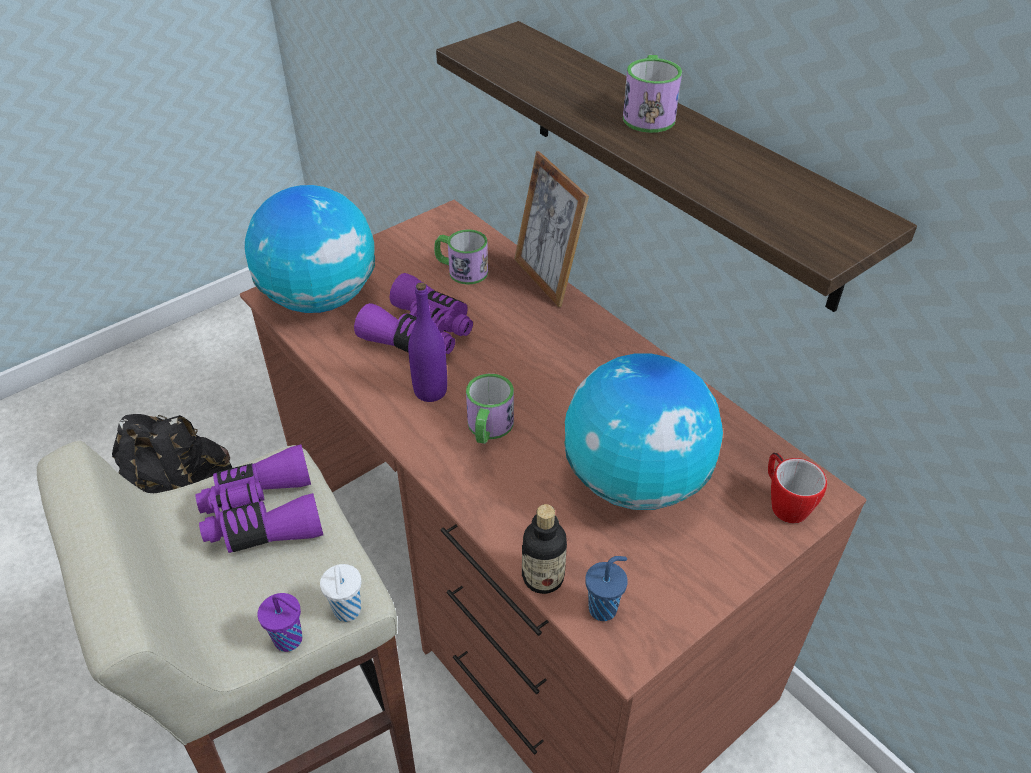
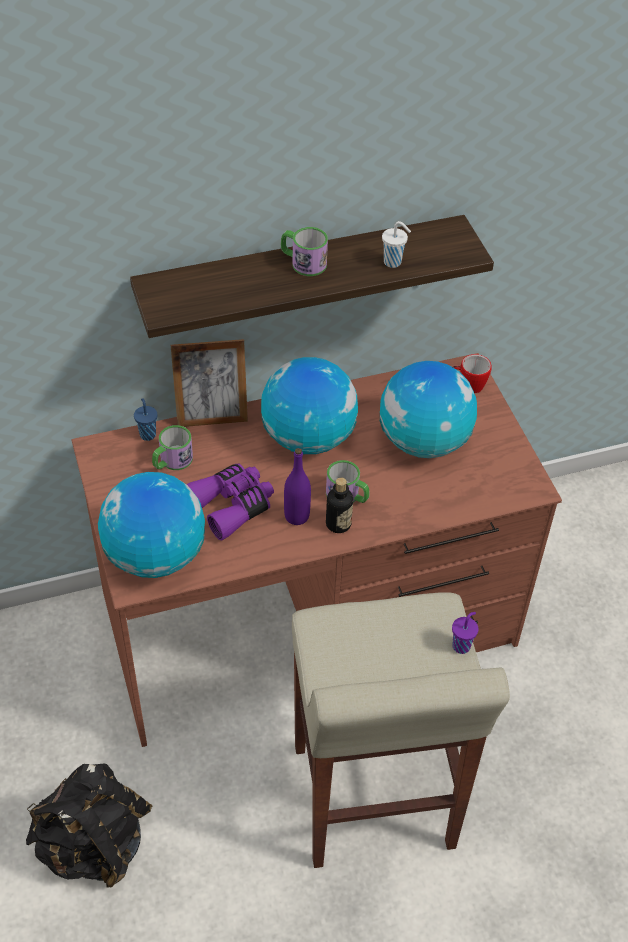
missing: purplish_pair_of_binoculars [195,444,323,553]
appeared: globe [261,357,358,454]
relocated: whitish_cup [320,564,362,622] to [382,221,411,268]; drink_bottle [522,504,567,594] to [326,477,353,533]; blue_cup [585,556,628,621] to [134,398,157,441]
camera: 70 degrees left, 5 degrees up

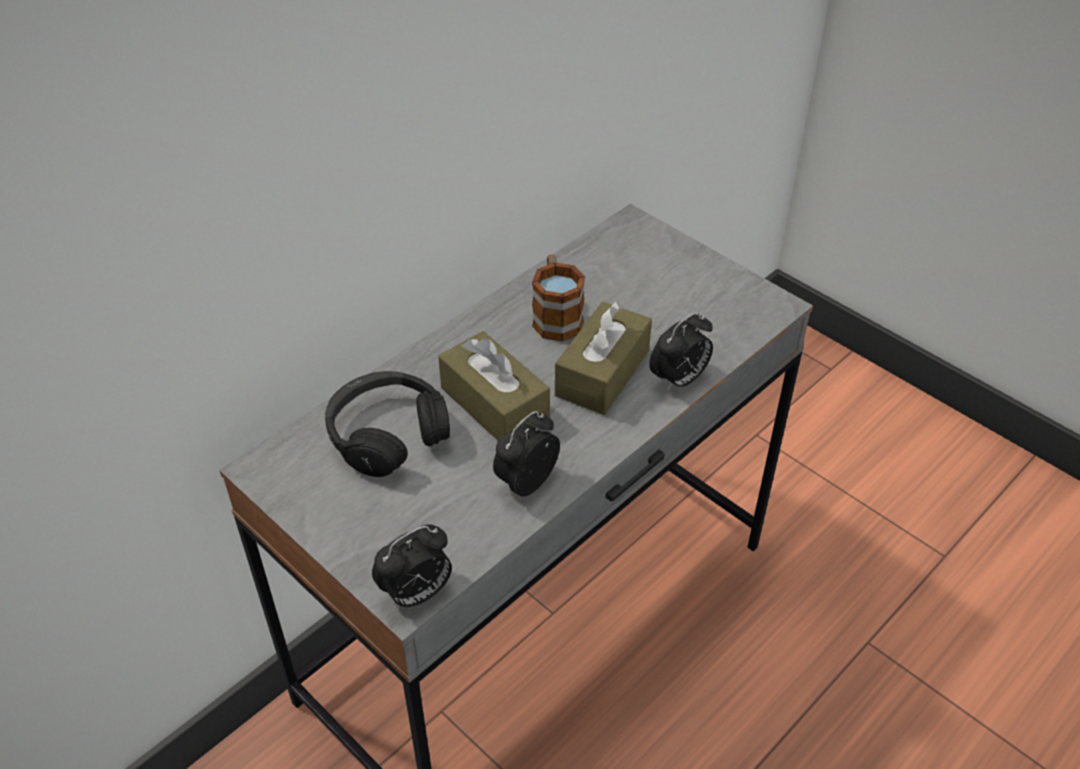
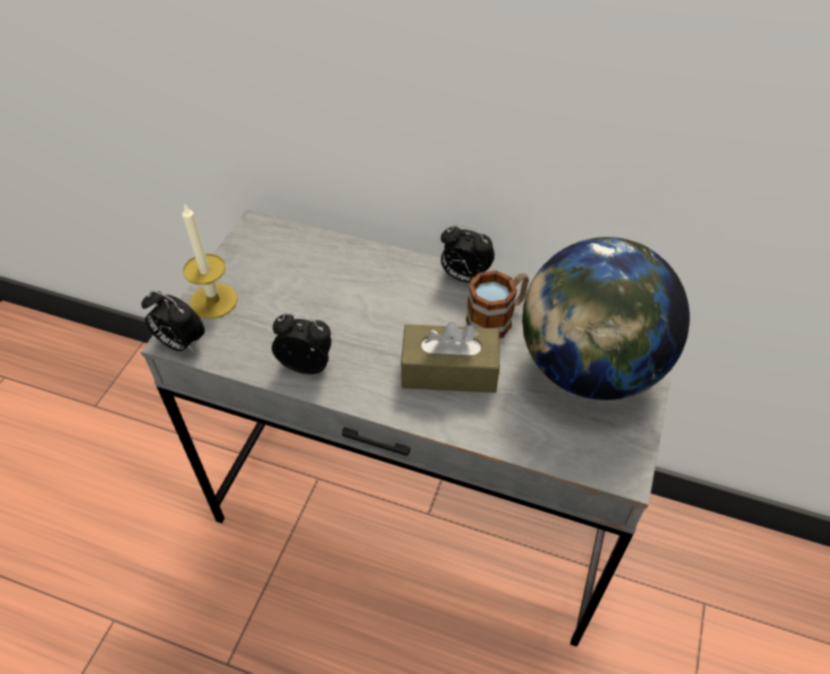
missing: blackish_pair_of_headphones [325,371,450,477]; brownish_tissue_box [438,331,550,441]
appeared: candle [182,203,238,319]; globe [522,237,690,400]
relocated: bedside_clock [649,312,713,392] to [441,224,495,283]
camera: 65 degrees right, 5 degrees up

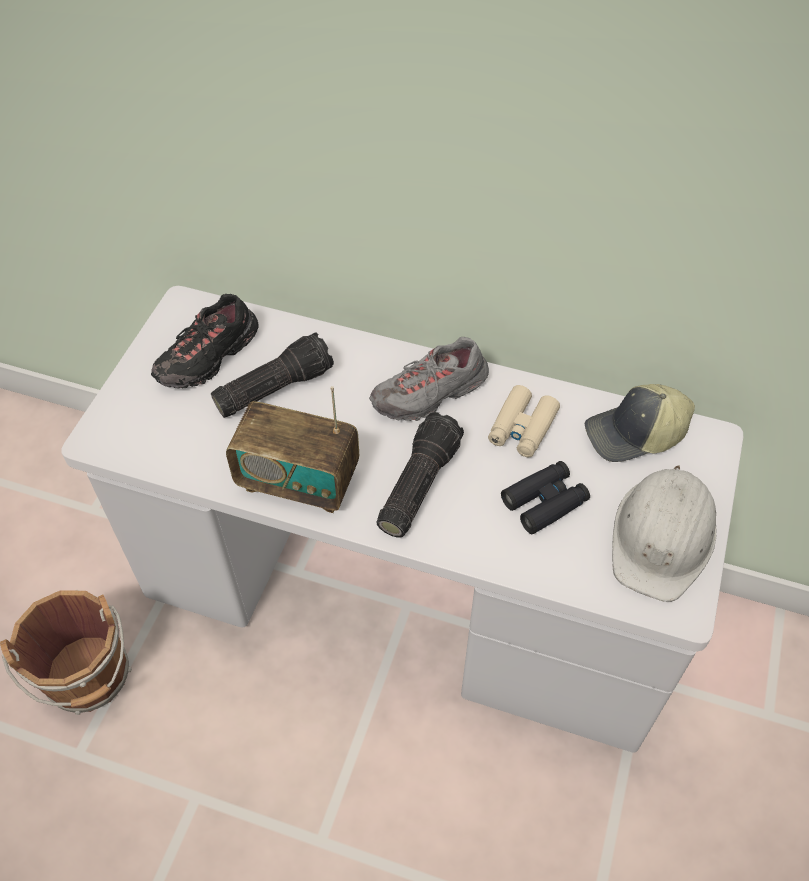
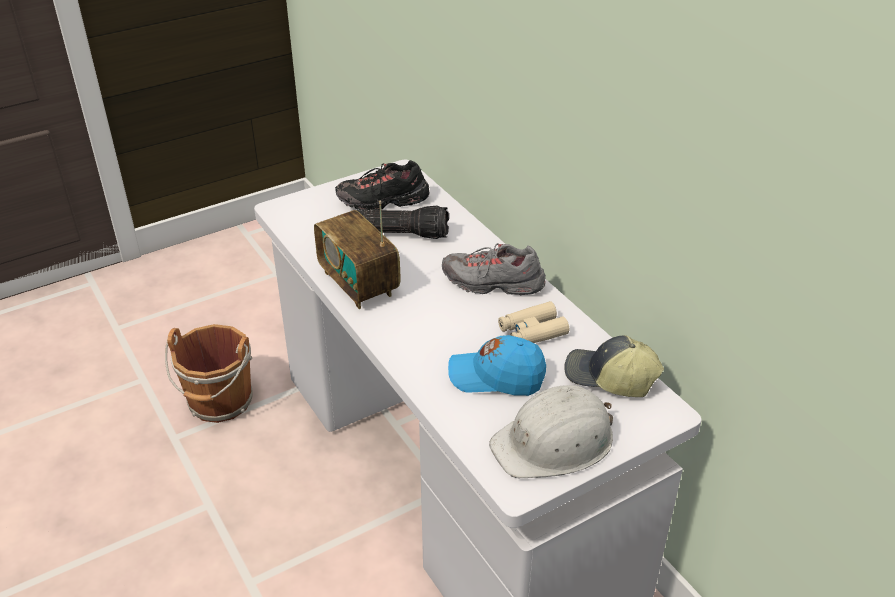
missing: torch [376,412,464,538]
exchanged: blackish_pair_of_binoculars [501,461,590,534] to blue_baseball_cap [448,335,546,396]
camera: 40 degrees right, 15 degrees down

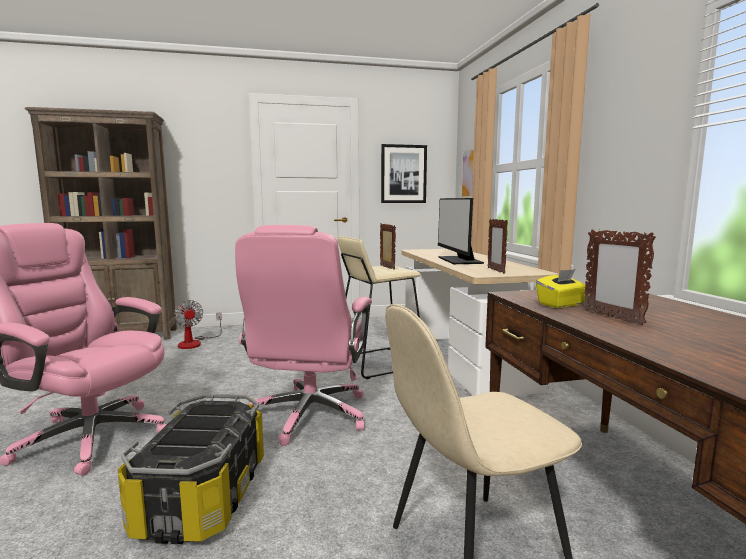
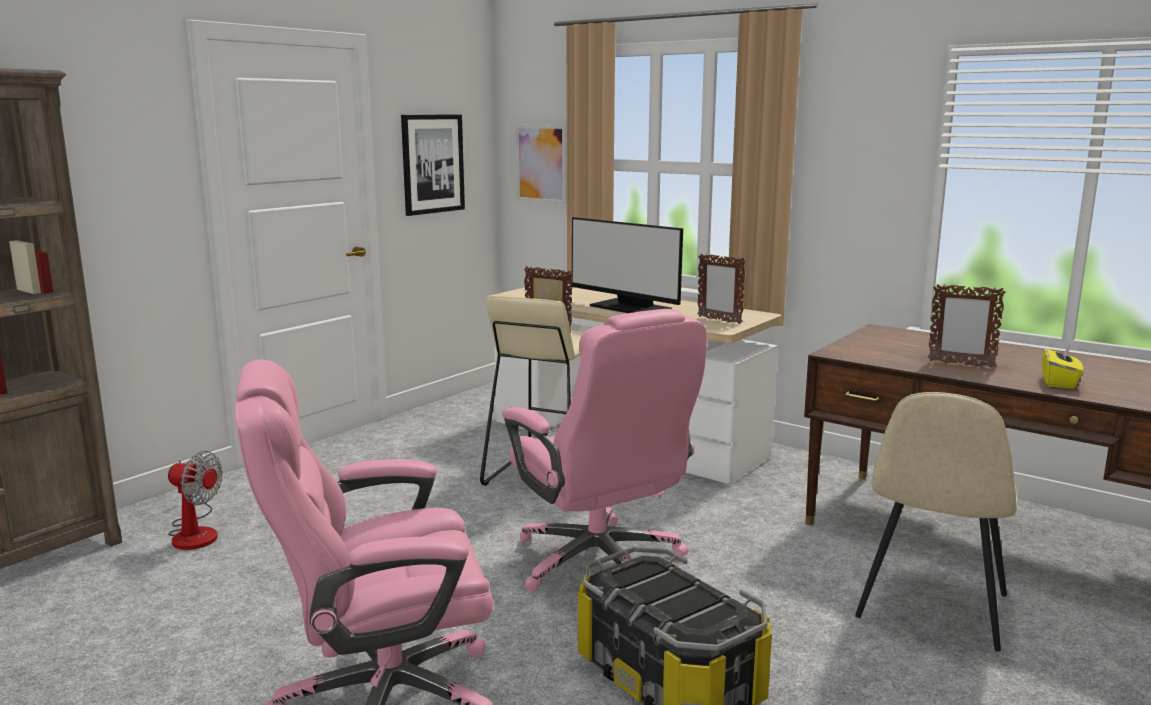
relocated: yellow-coloured_tissue_box [536,269,585,308] to [1042,344,1083,389]
camera: 40 degrees left, 5 degrees up

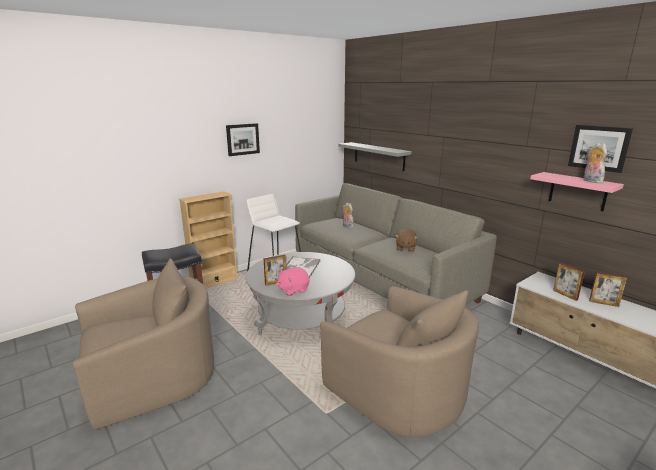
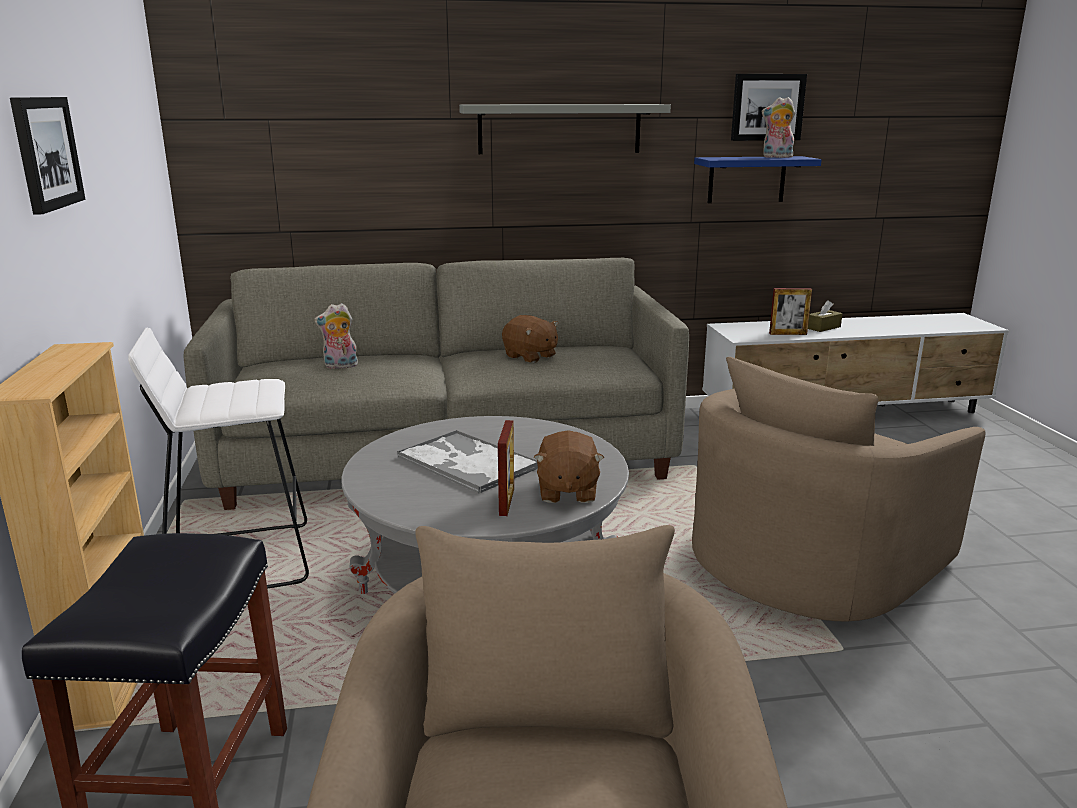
relocated: grey_wall_shelf [338,142,412,171] to [459,104,671,154]
exchanged: picture_frame [589,272,627,307] to brownish_tissue_box [808,300,842,332]
colour: pink_plush_toy [276,267,309,296] to brownish_plush_toy [534,430,604,503]; pink_wall_shelf [530,172,624,211] to blue_wall_shelf [694,156,822,203]
spun: beige-coloured_armchair [320,286,479,437] = [692,357,985,622] 150 degrees clockwise
camera: 60 degrees left, 0 degrees up

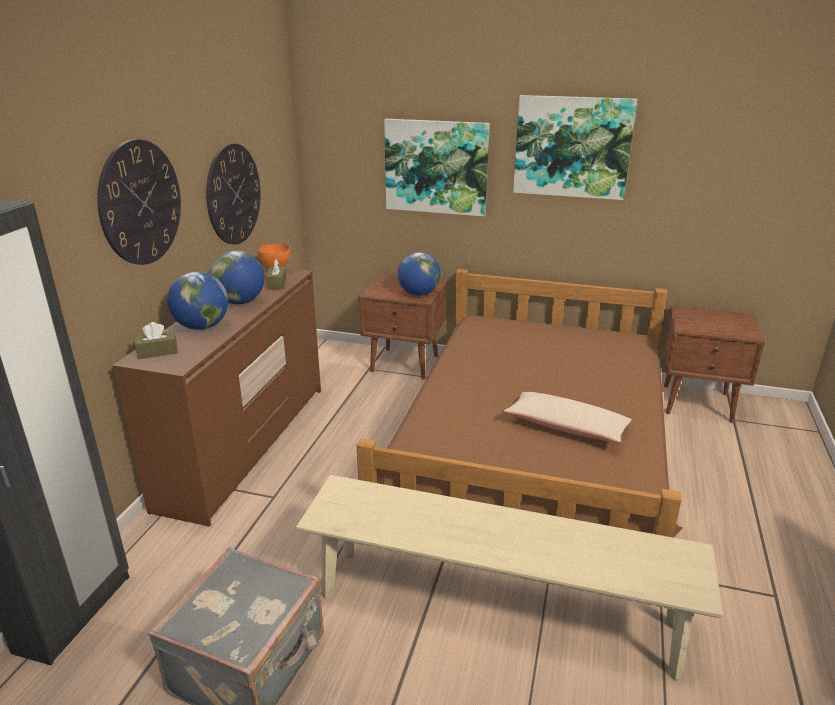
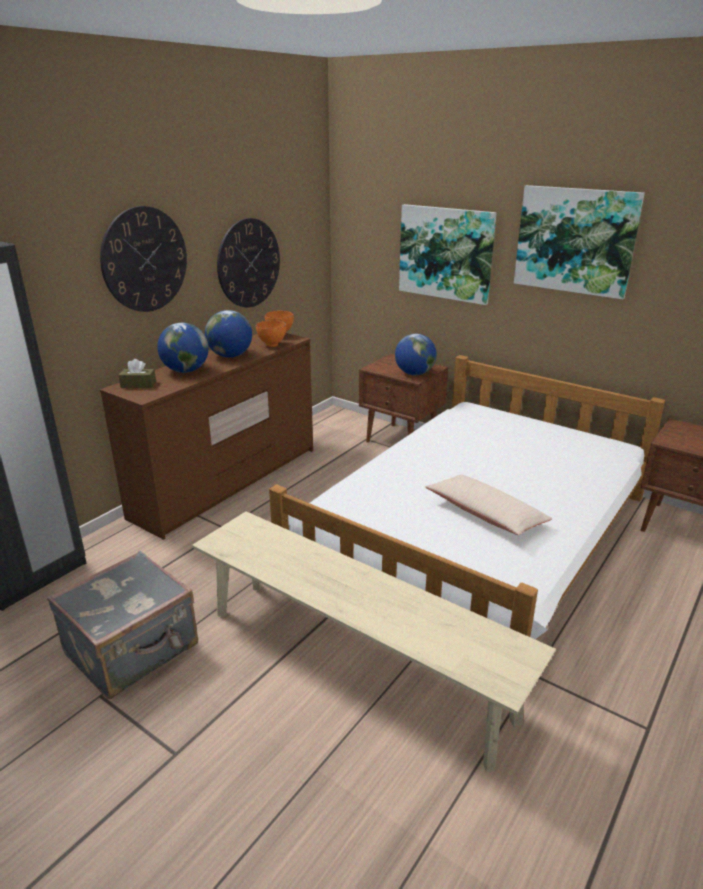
exchanged: brownish_tissue_box [266,259,286,290] to orange_bowl [256,320,286,347]
colour: brownish_bedroom_bed [357,269,683,538] to whitish_bedroom_bed [269,355,665,639]
camera: 20 degrees right, 0 degrees up

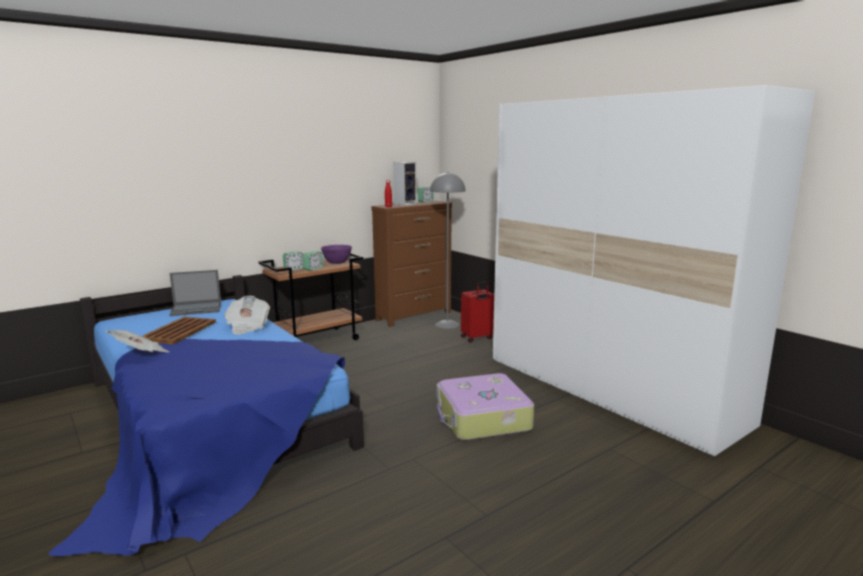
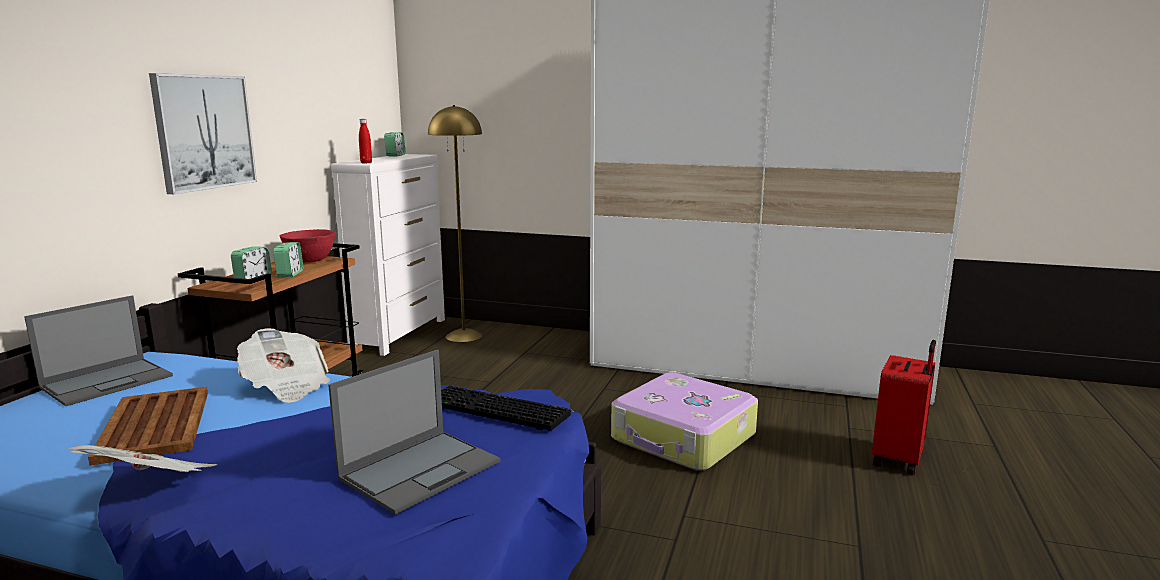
missing: speaker [393,162,417,206]
appeared: picture [149,73,257,194]; portable_computer [328,350,500,515]; keyboard [441,386,571,431]
relocated: red-coloured_suitcase [461,282,494,342] to [872,340,936,475]
colour: purplish_bowl [321,245,352,264] to red-coloured_bowl [280,229,336,262]; brownish_dresser [372,201,452,327] to whitish_dresser [331,154,445,356]; grey_standard_lamp [430,172,466,329] to yellow-coloured_standard_lamp [428,105,482,342]
camera: 35 degrees left, 0 degrees up

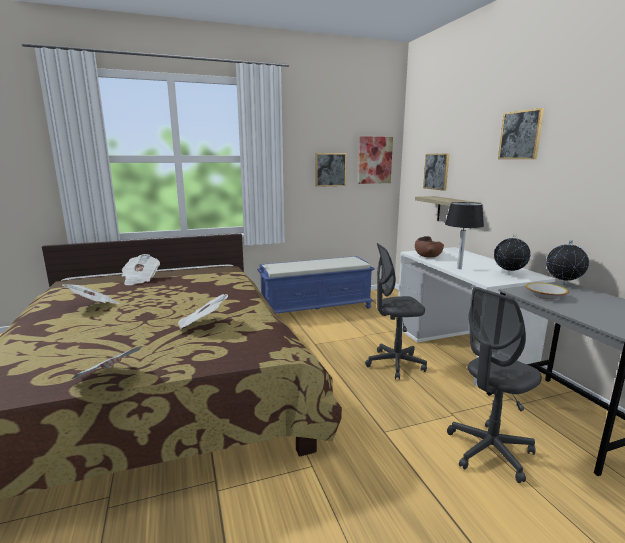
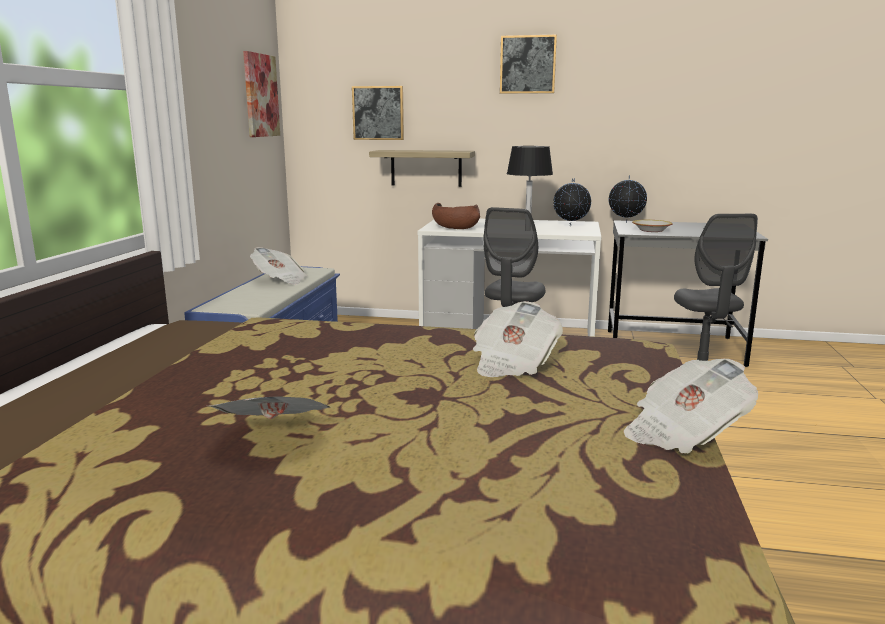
missing: picture [316,153,346,187]
relocated: daily_paper [122,254,160,285] to [250,247,307,285]
camera: 60 degrees left, 0 degrees up

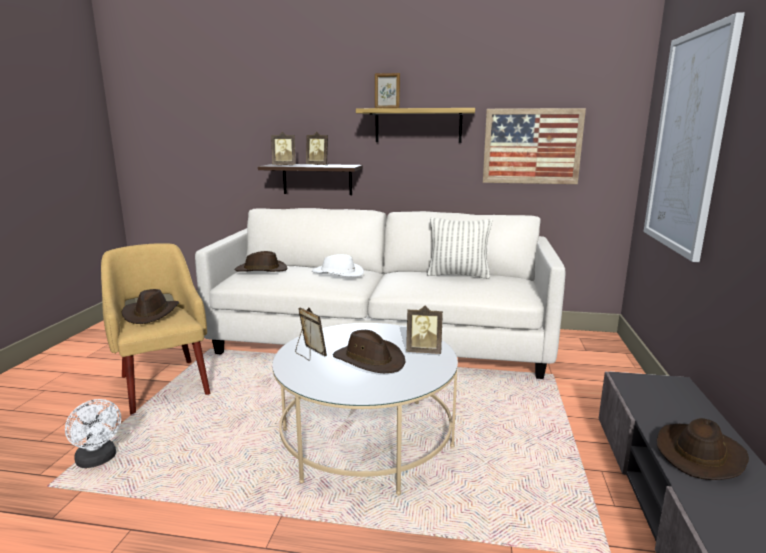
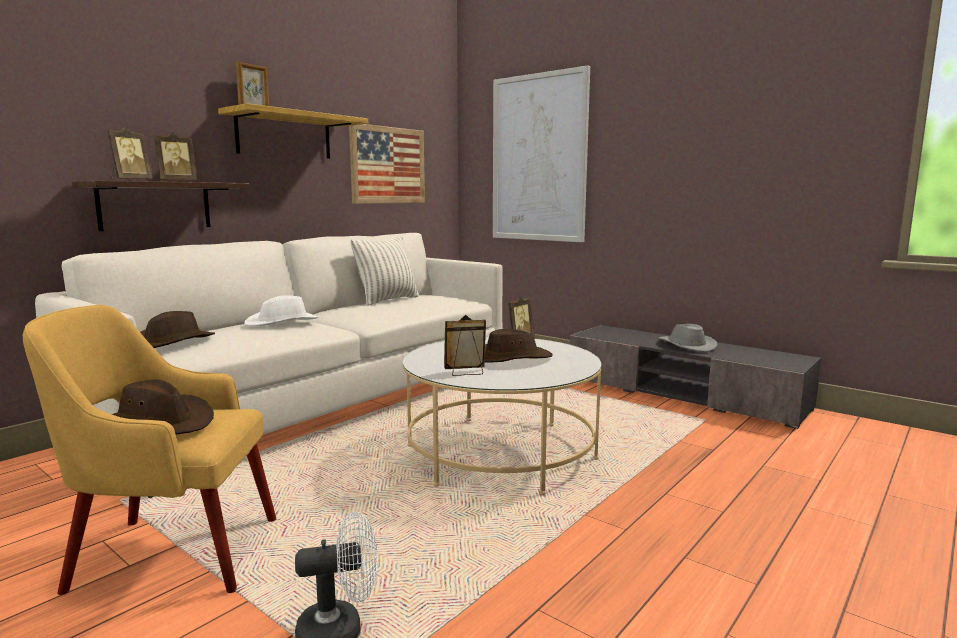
colour: brownish_hat [657,418,749,480] to grey_hat [658,324,718,352]
camera: 60 degrees left, 5 degrees down

